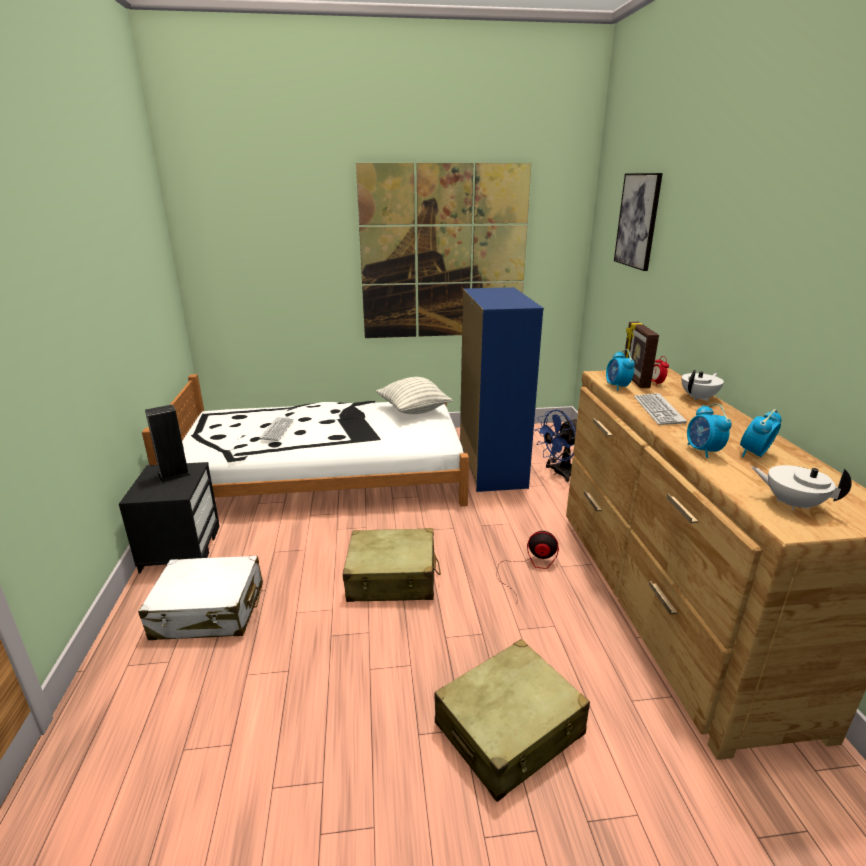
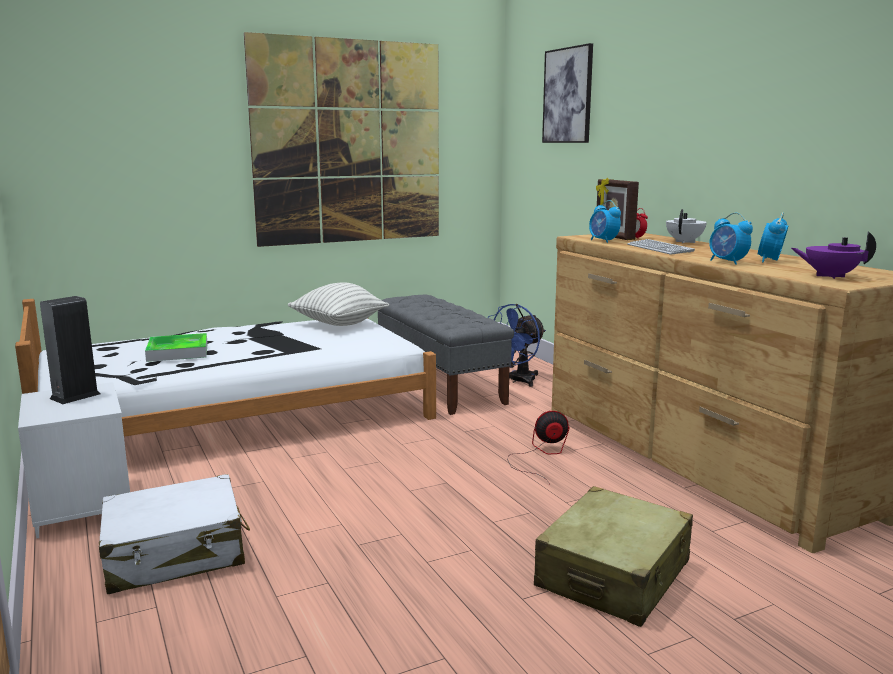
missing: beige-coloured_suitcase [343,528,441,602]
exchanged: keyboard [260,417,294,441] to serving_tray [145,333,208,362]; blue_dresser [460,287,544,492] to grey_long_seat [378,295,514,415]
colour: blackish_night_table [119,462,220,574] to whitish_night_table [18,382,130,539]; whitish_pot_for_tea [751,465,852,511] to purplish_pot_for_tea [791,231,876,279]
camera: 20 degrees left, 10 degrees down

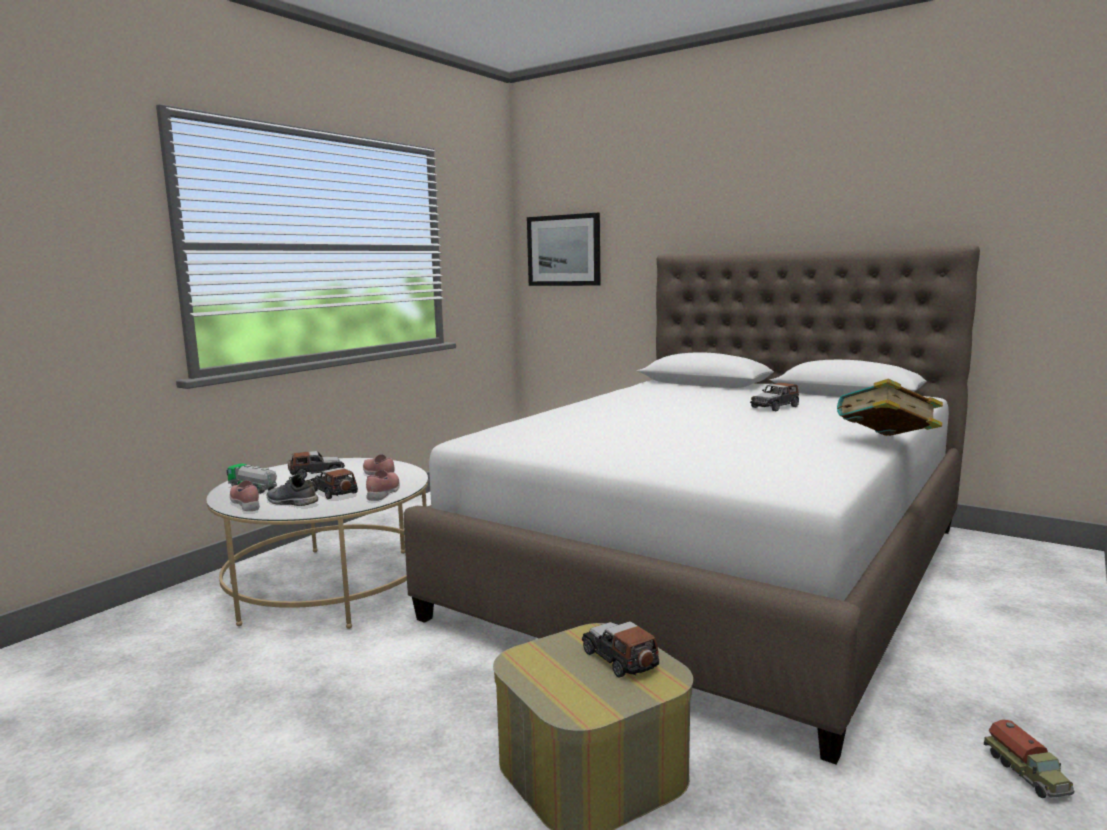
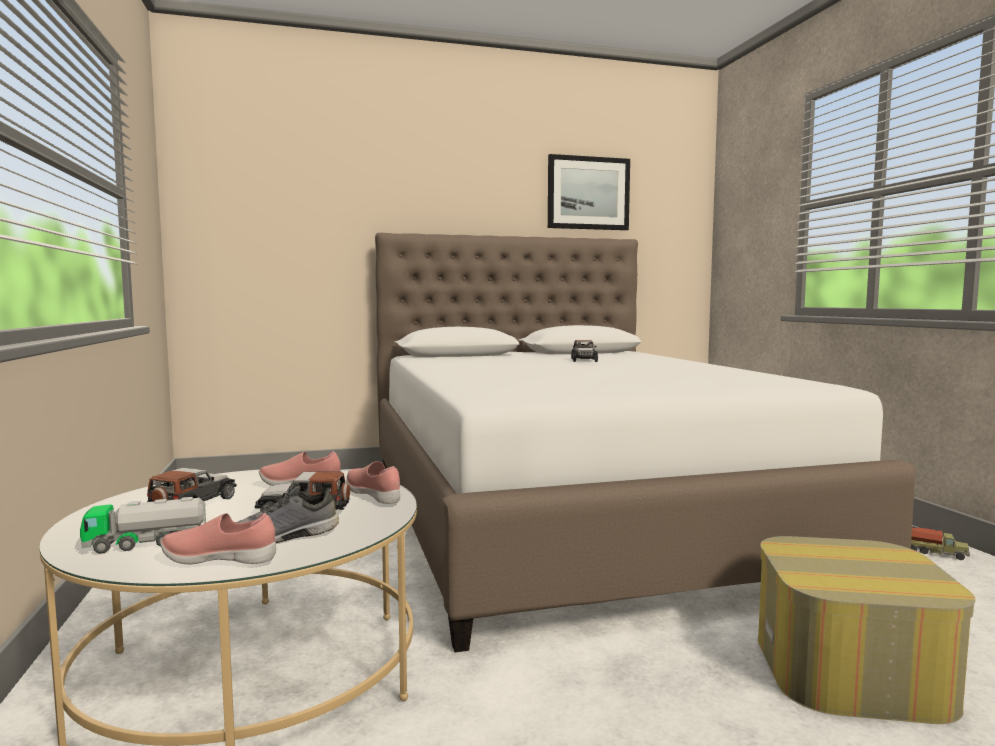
missing: toy_car [582,621,659,678]; book [837,379,943,436]
relocated: picture [527,213,600,286] to [548,154,630,230]
camera: 50 degrees left, 5 degrees down

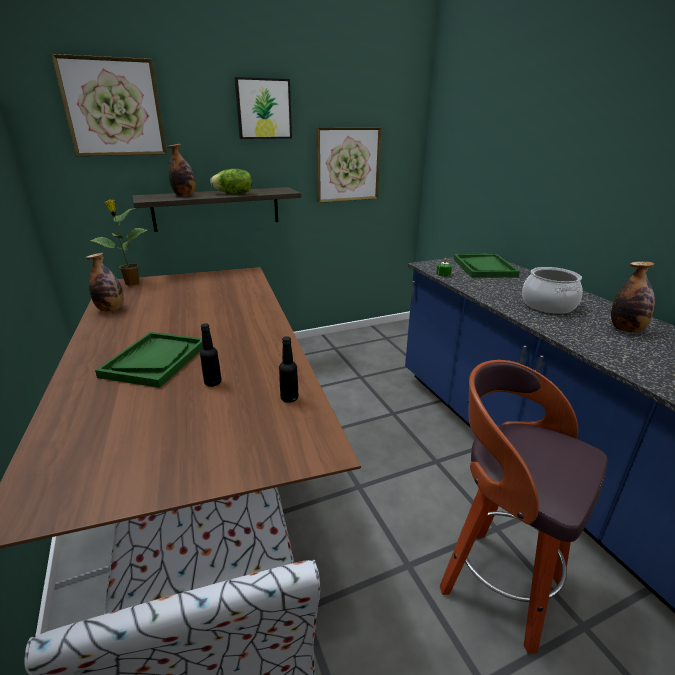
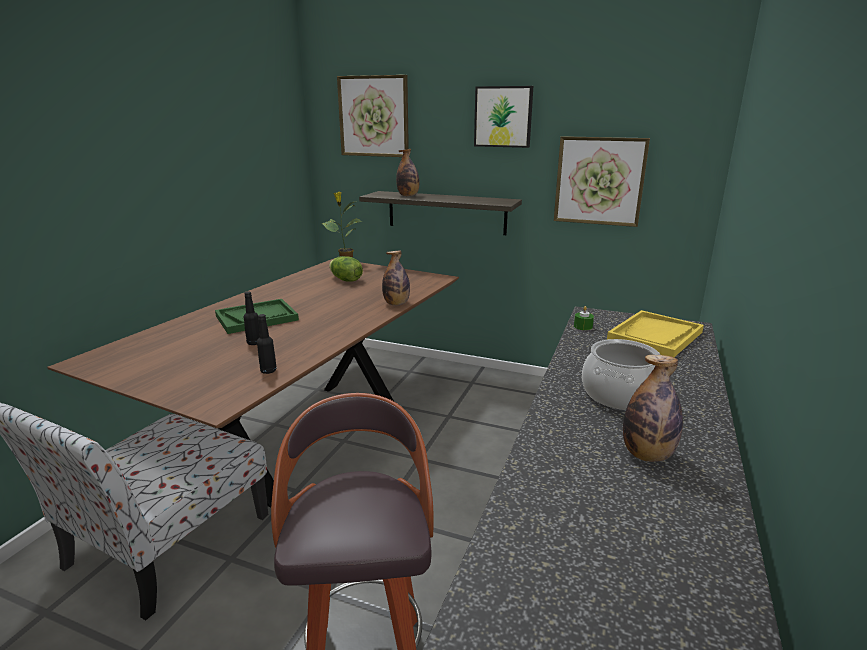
relocated: drink_bottle [86,253,124,312] to [382,251,410,306]; lettuce [210,169,252,194] to [329,256,363,282]
colour: greenish_serving_tray [454,254,520,278] to yellow-coloured_serving_tray [607,310,704,358]
camera: 45 degrees right, 5 degrees down

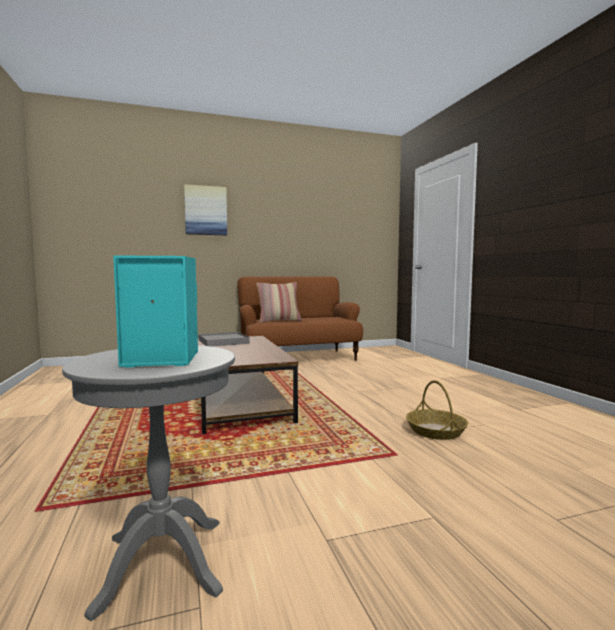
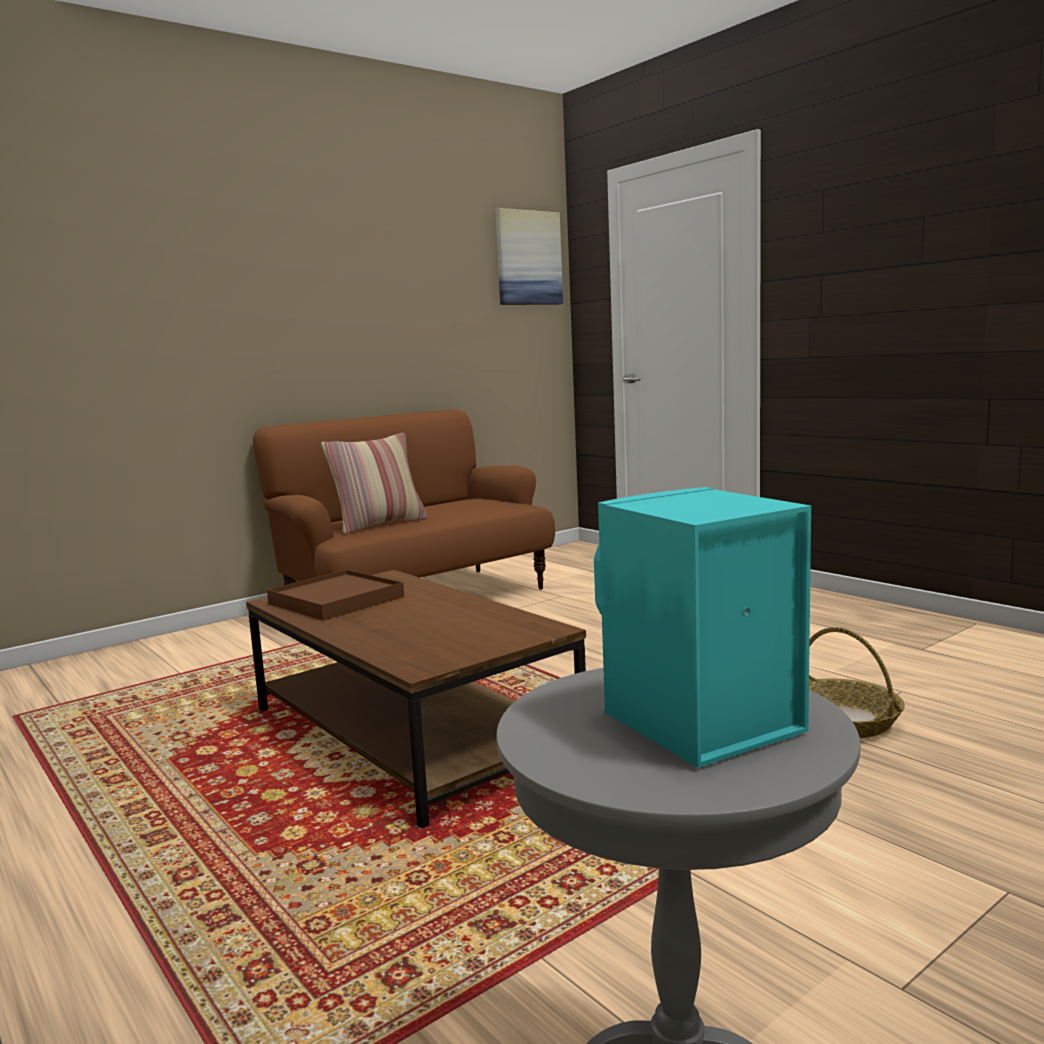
relocated: picture [184,184,227,235] to [495,208,563,305]
colour: grey_serving_tray [199,332,250,347] to brownish_serving_tray [267,570,404,620]
camera: 20 degrees left, 5 degrees up

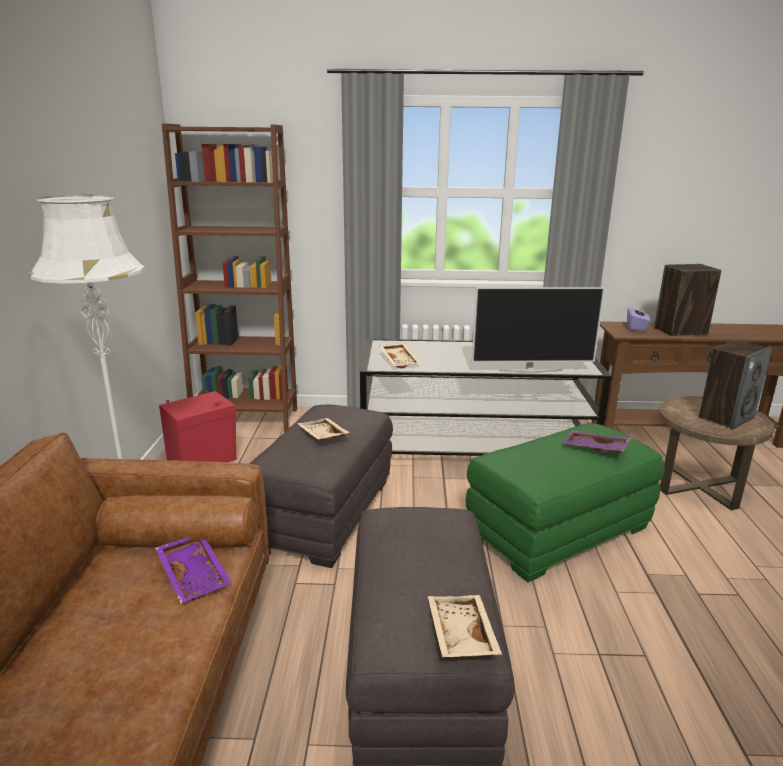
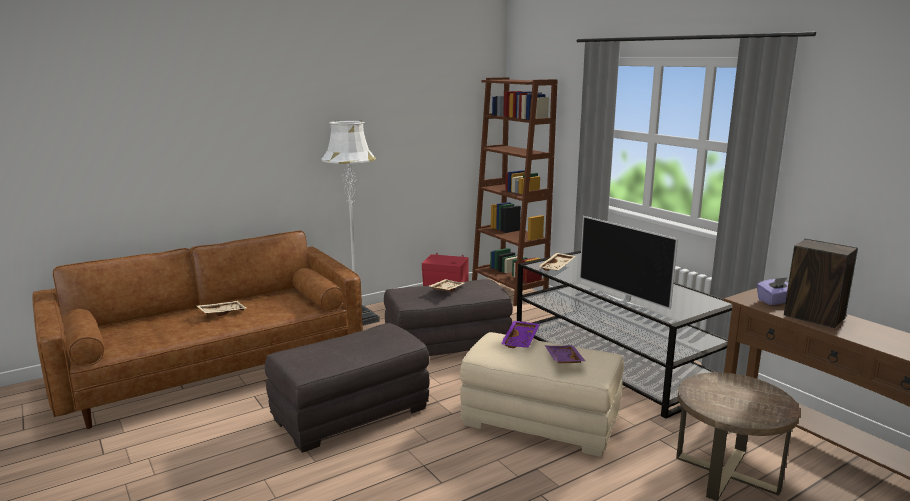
missing: speaker [699,340,772,430]
relocated: purplish_serving_tray [155,538,232,603] to [501,321,540,348]; beige-coloured_serving_tray [428,595,502,657] to [197,301,247,316]
colour: greenish_footrest [466,423,665,582] to beige-coloured_footrest [460,332,624,457]
camera: 55 degrees right, 5 degrees down

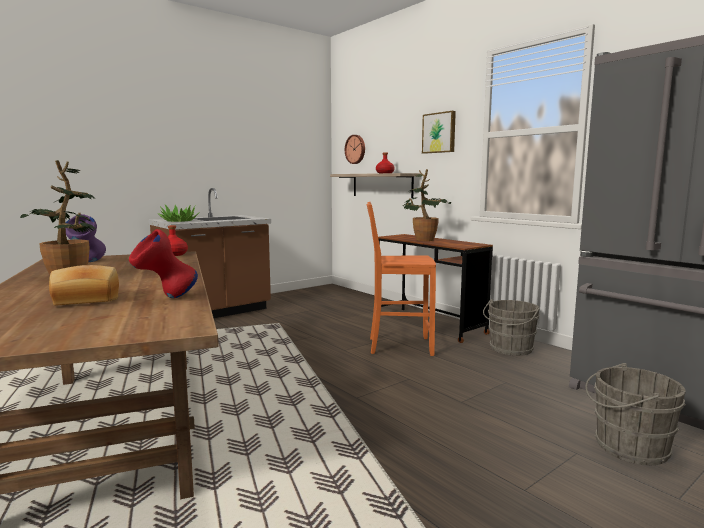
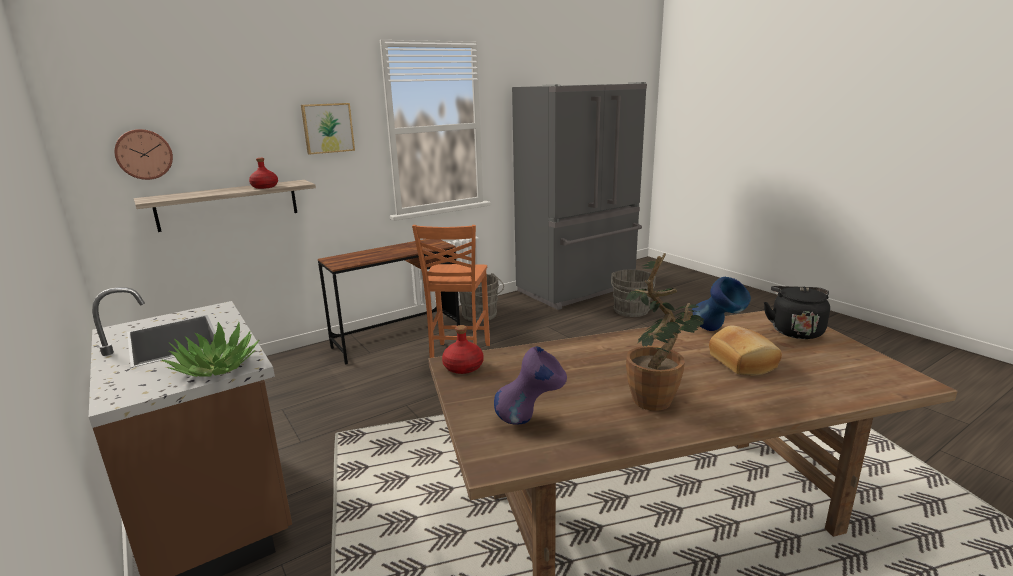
missing: houseplant [403,169,451,241]
appeared: blackish_tea_kettle [764,286,830,339]
colour: red-coloured_decorative_vase [129,229,198,298] to blue_decorative_vase [691,277,751,331]
camera: 85 degrees left, 10 degrees up

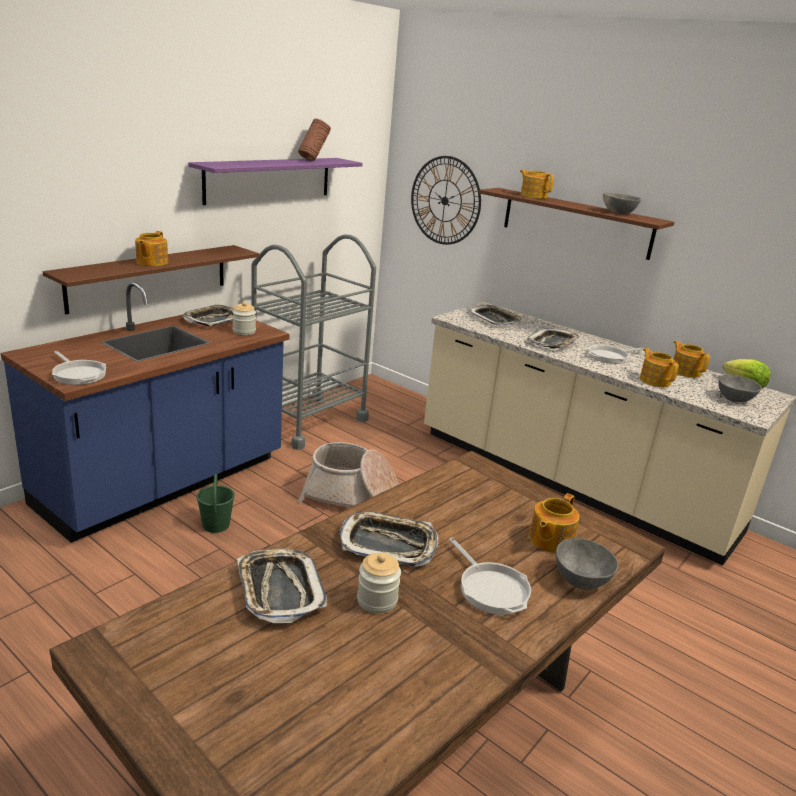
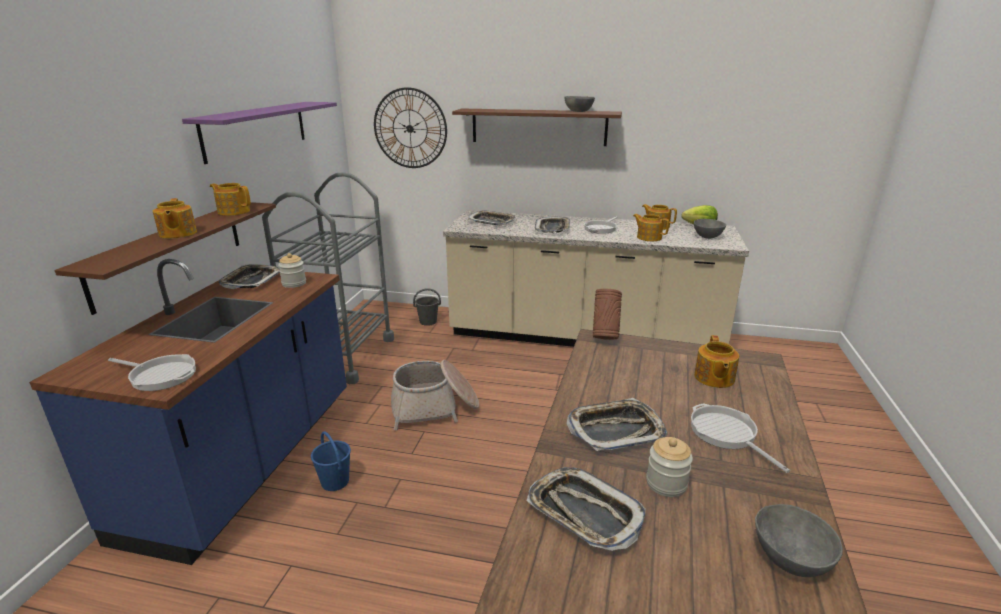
appeared: grey_bucket [413,288,441,326]
relocated: brownish_decorative_vase [298,119,331,161] to [593,288,622,340]; pot_for_tea [520,169,554,199] to [210,183,251,216]; grey_bowl [556,538,618,590] to [755,504,843,577]
colour: greenish_bucket [196,474,235,533] to blue_bucket [311,431,351,491]
spun: frying_pan [449,537,531,615] = [691,403,790,473] 150 degrees counterclockwise
camera: 25 degrees left, 0 degrees up

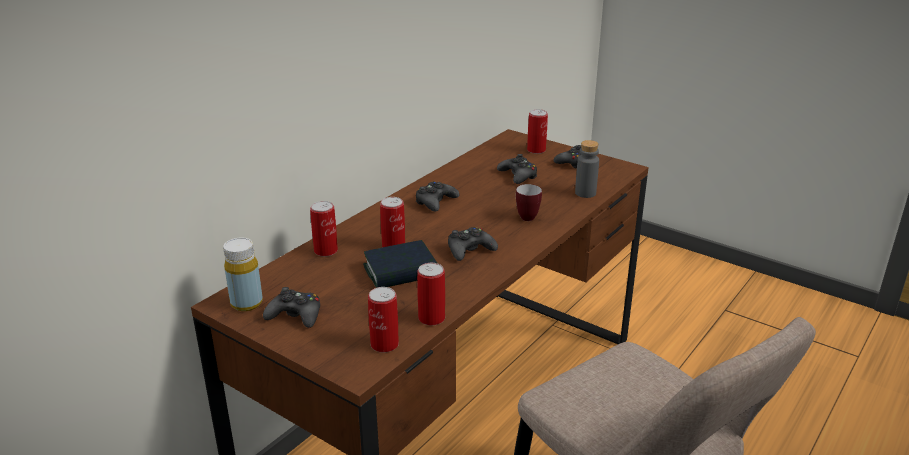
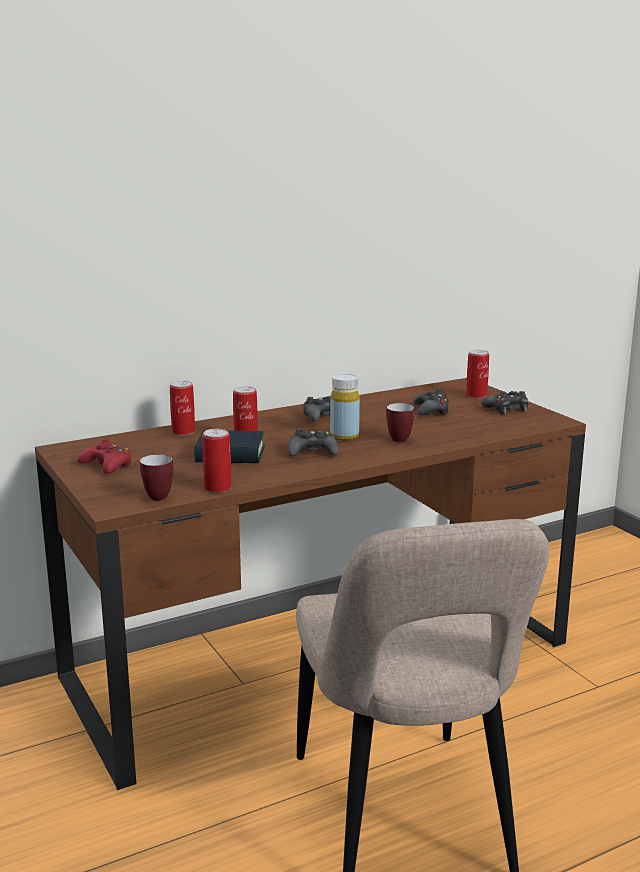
missing: grey_drink_bottle [575,140,599,198]
relocated: yellow-coloured_drink_bottle [223,238,263,311] to [330,374,360,441]
exchanged: sealed_can [368,287,399,353] to tea_mug [140,454,173,501]
colour: blackish_game_controller [263,287,320,328] to red-coloured_game_controller [77,438,132,474]
camera: 25 degrees right, 10 degrees down

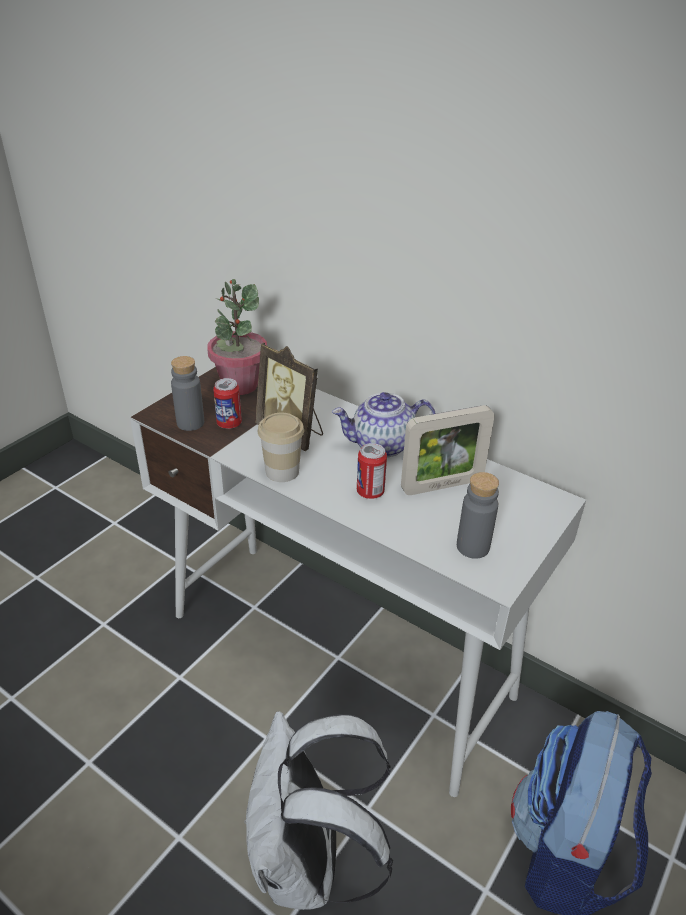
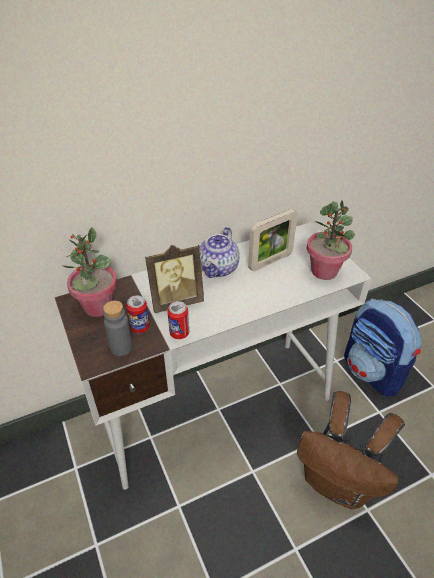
missing: cup [258,413,304,482]
relocated: sealed_can [357,443,387,499] to [167,301,189,339]
exchanged: grey_drink_bottle [457,472,499,559] to houseplant [307,200,355,280]
colour: whitish_rucksack [245,711,393,910] to brownish_rucksack [297,391,405,509]
spun: picture_frame [401,405,494,495] = [248,209,298,271] 45 degrees clockwise
camera: 60 degrees left, 5 degrees up

